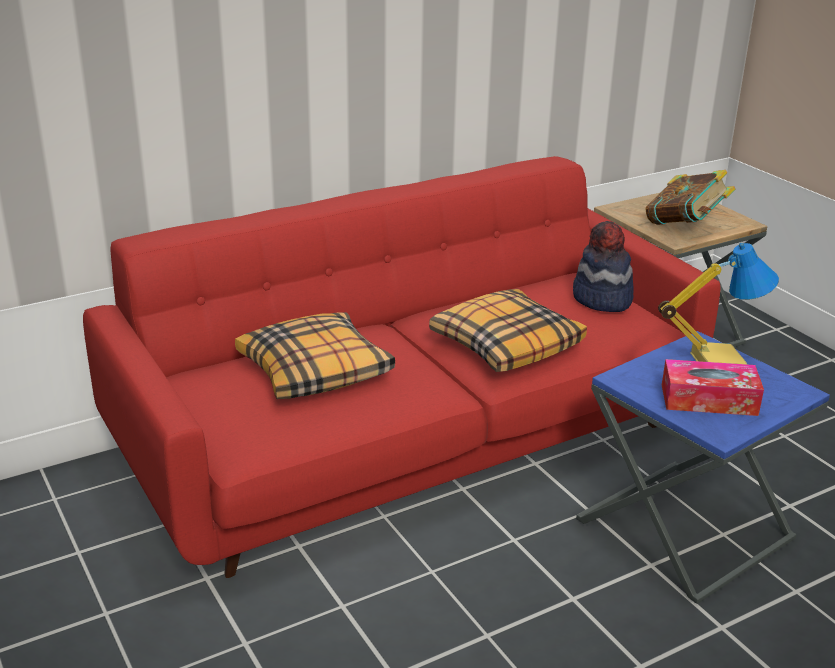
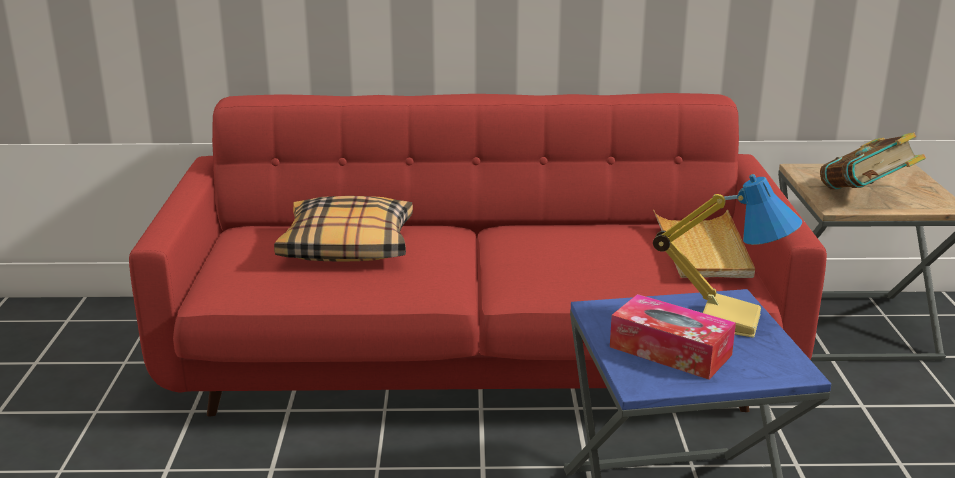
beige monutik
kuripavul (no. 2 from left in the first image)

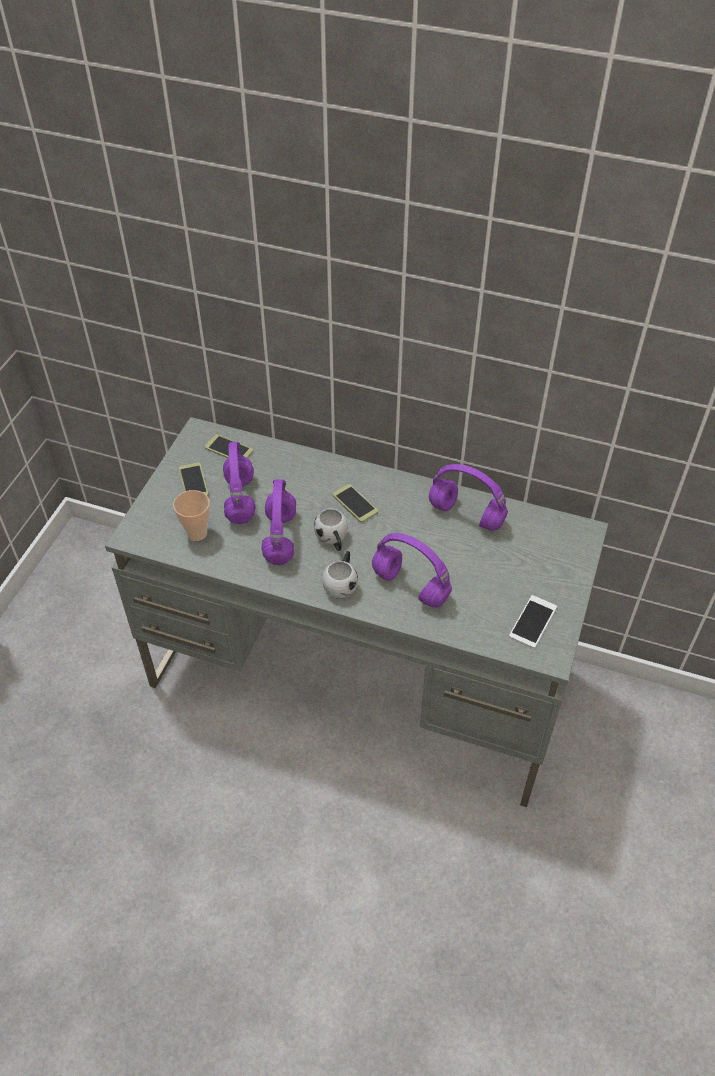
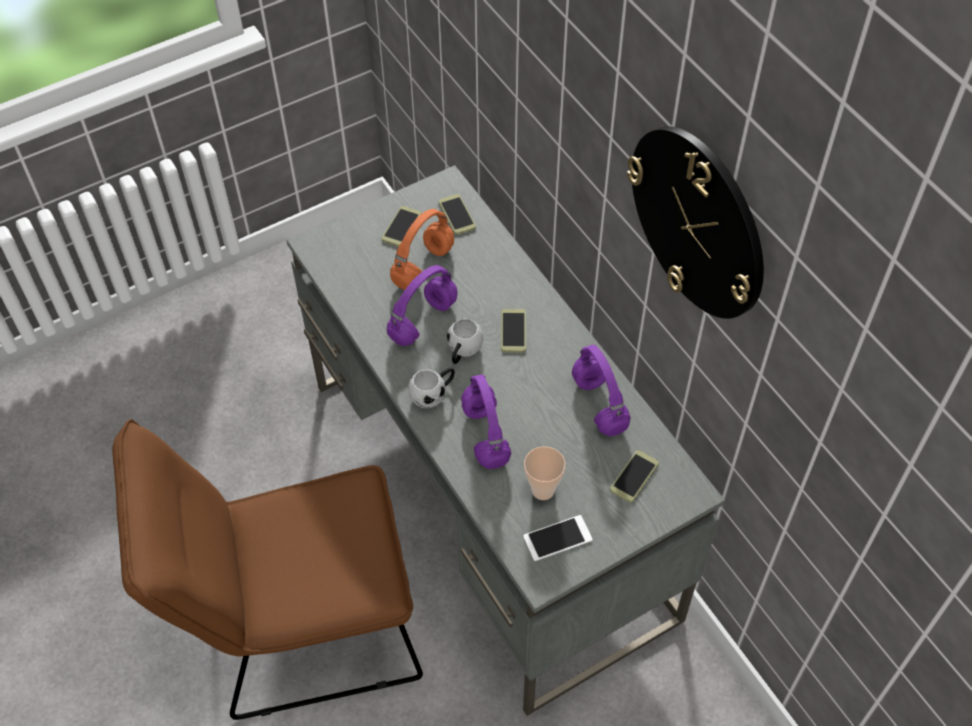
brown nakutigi
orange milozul
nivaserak
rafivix (no. 5 from left)
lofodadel

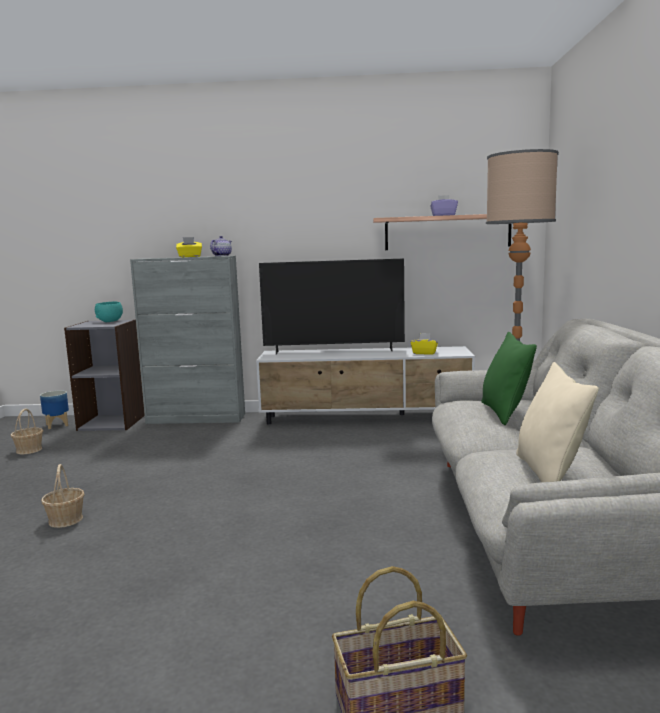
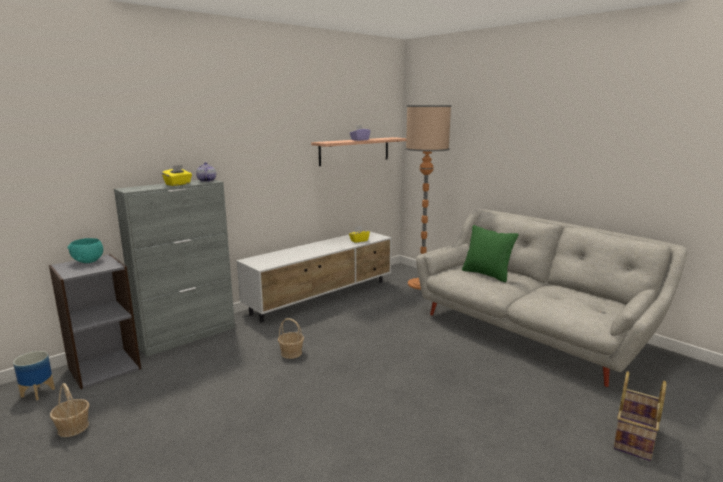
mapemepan (no. 2 from left)
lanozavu
beige kuripavul

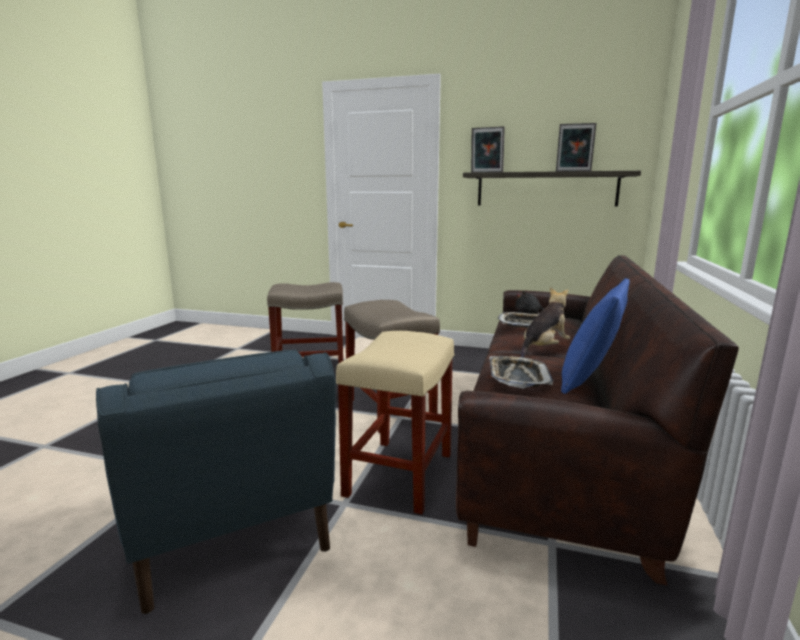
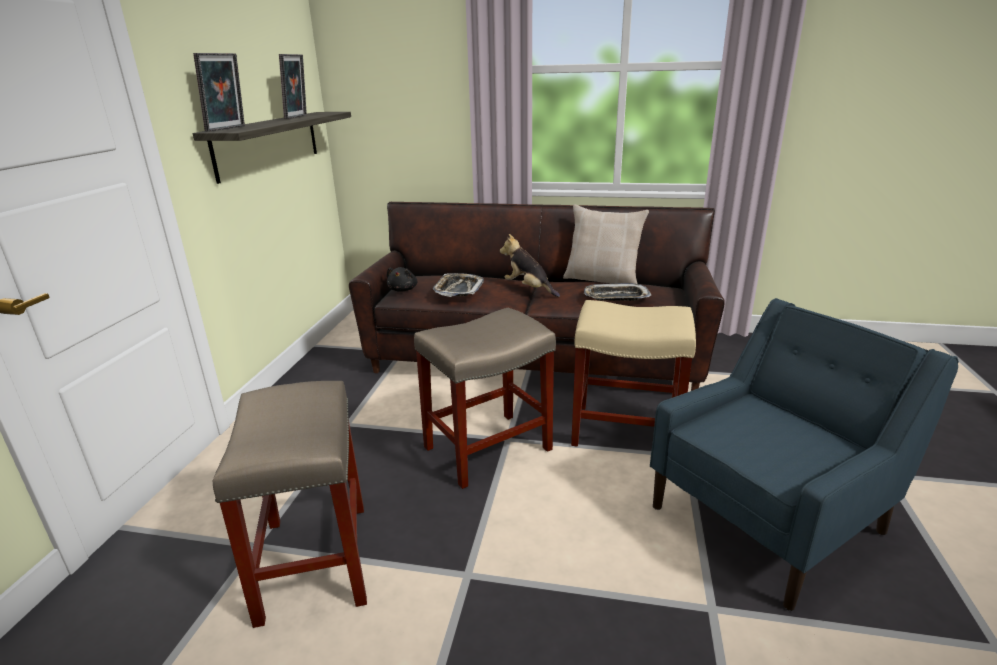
beige kuripavul

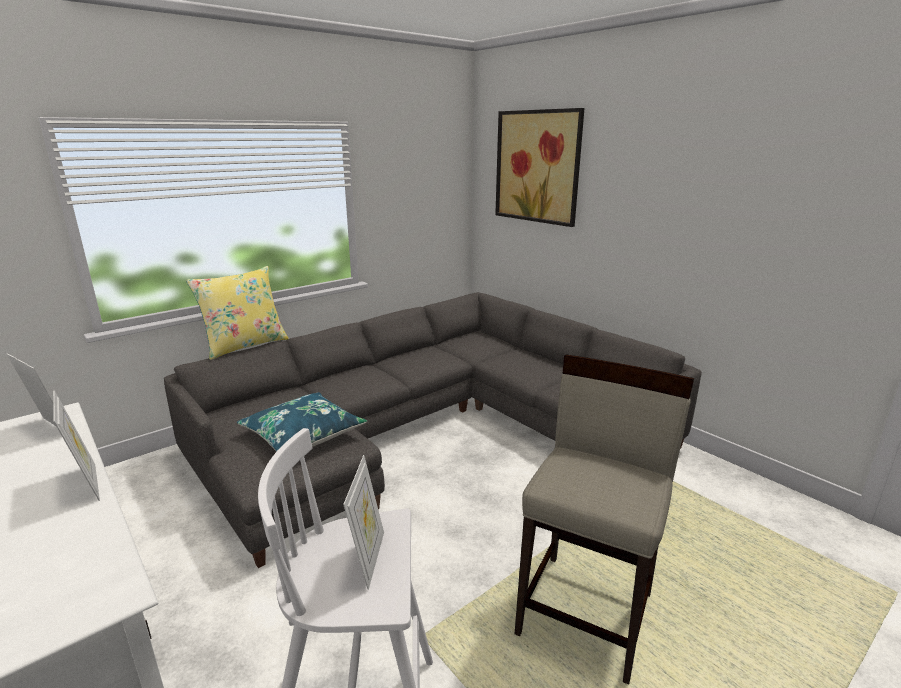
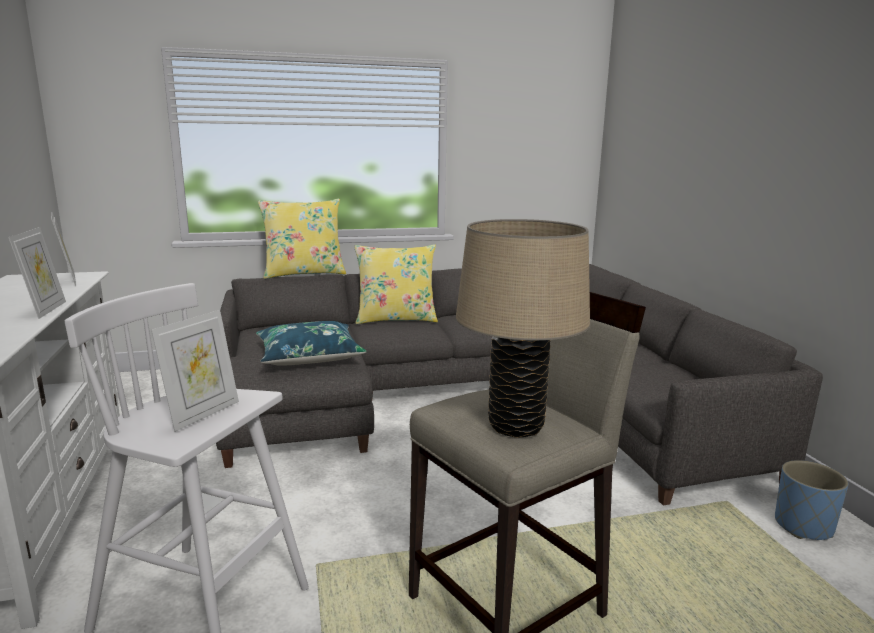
yellow kuripavul (no. 2 from left)
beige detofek
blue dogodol
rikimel

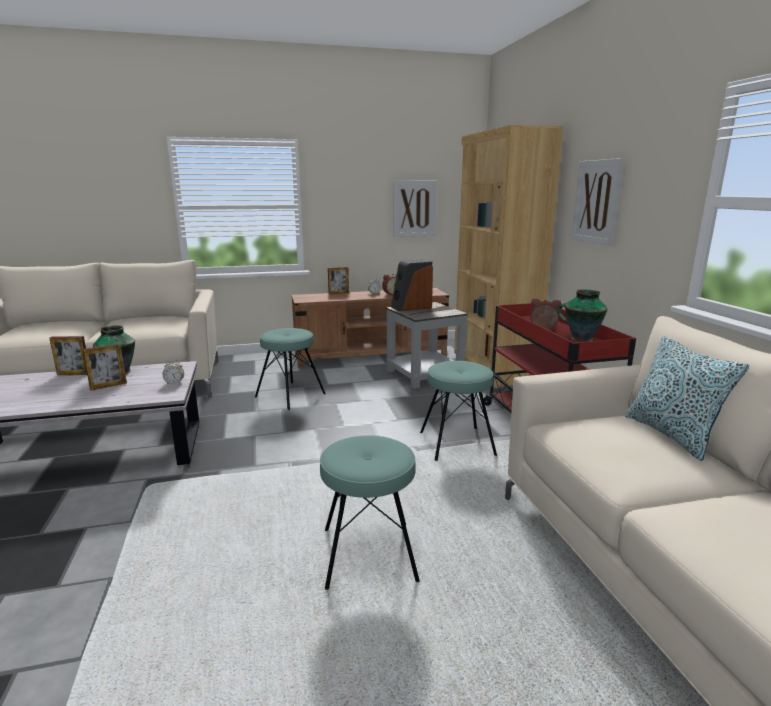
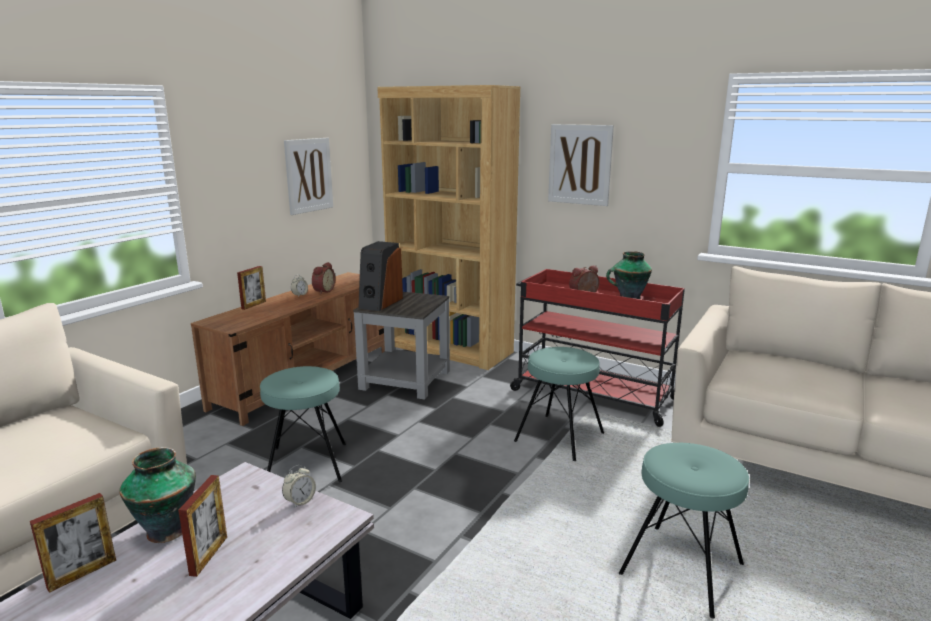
kuripavul

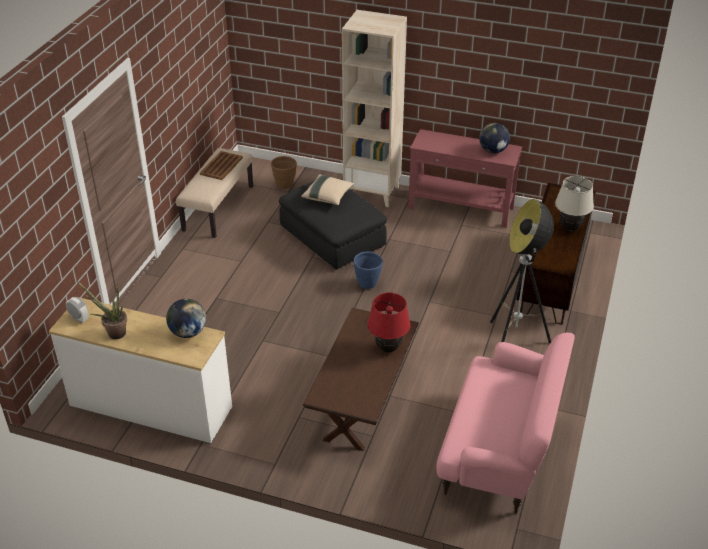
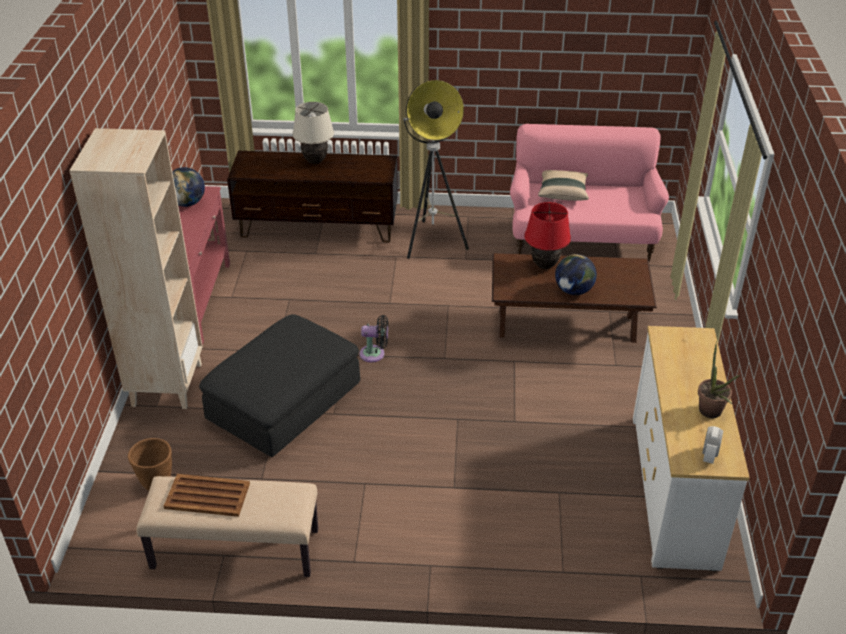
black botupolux
beige kuripavul
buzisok (no. 2 from left)

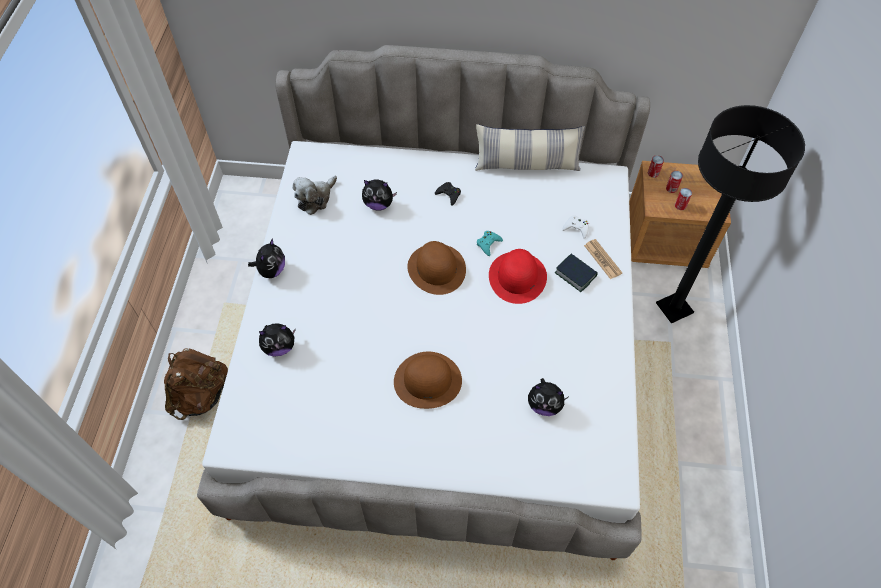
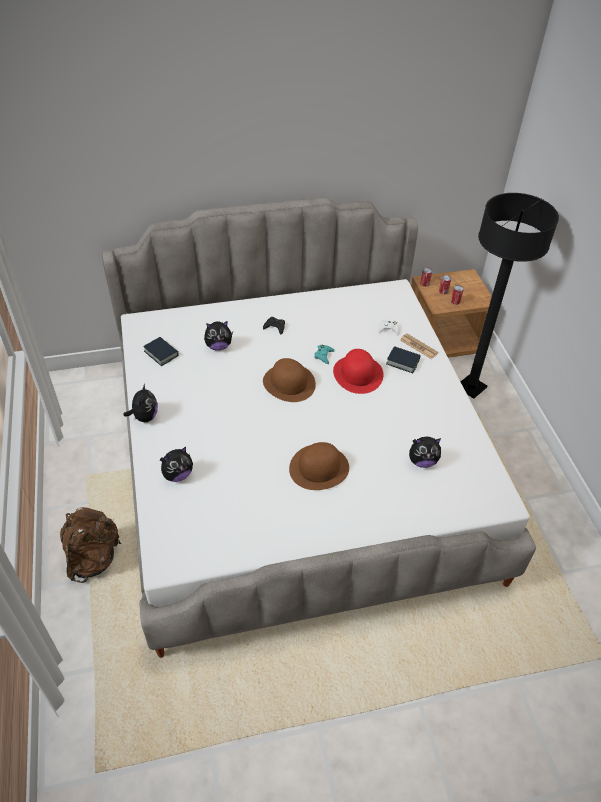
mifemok (no. 1 from left)
kuripavul

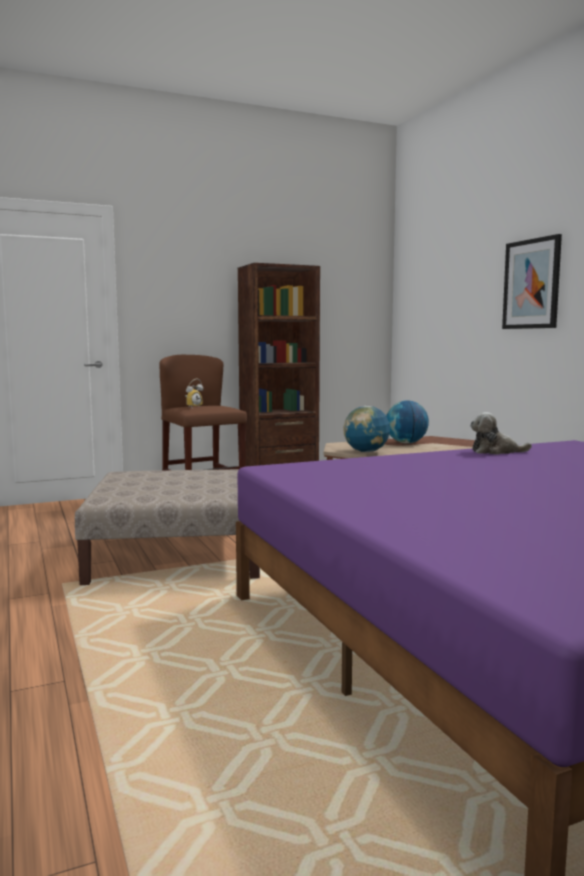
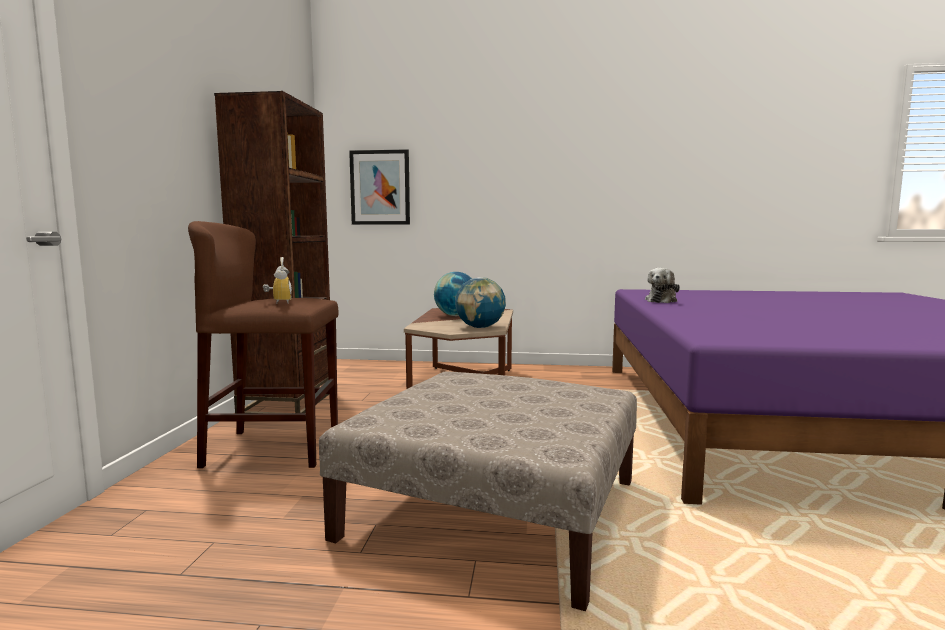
rikimel

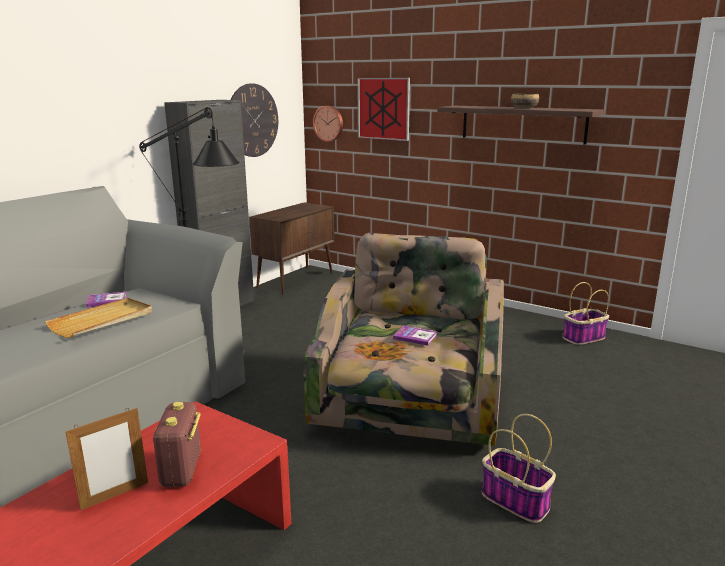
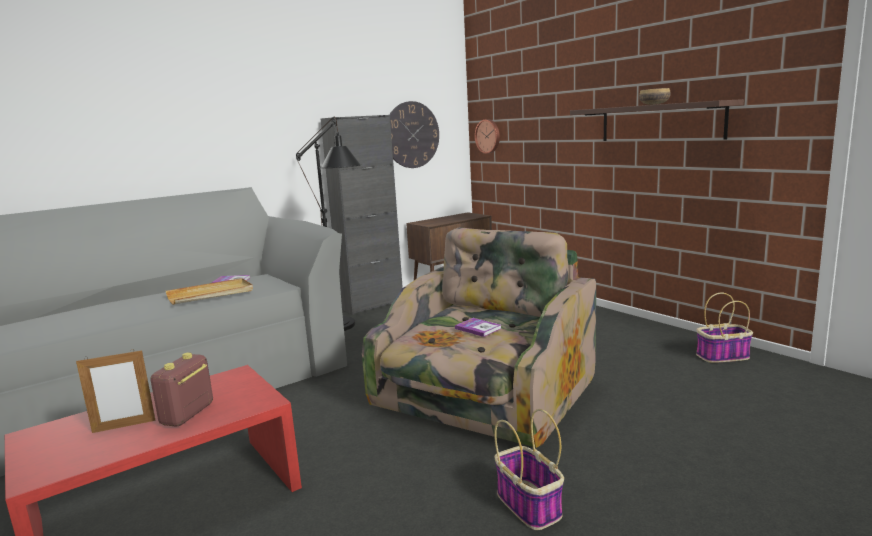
rikimel

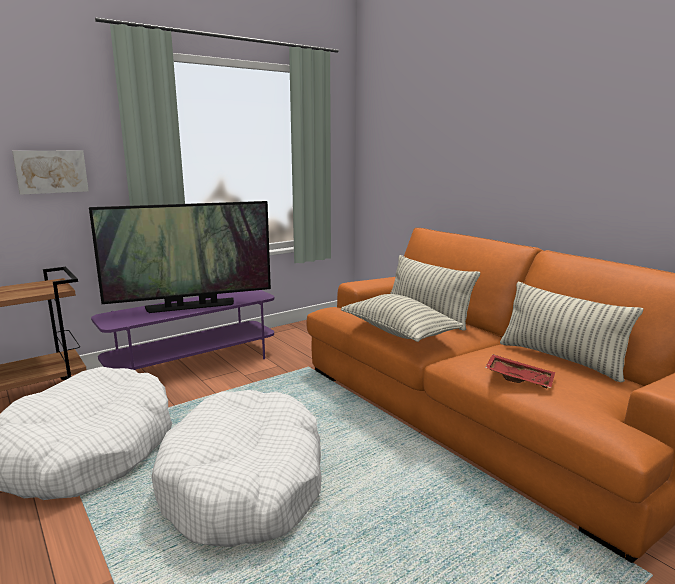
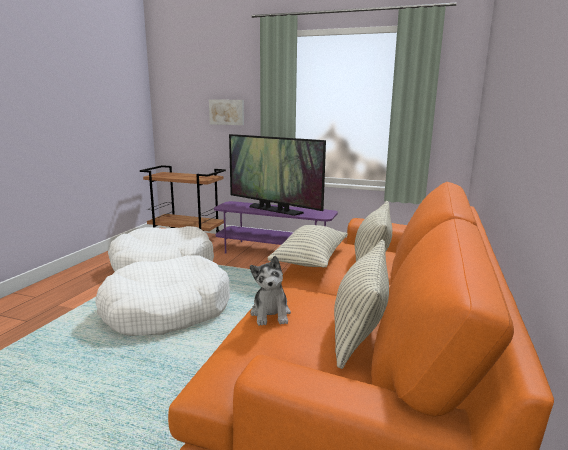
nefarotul

